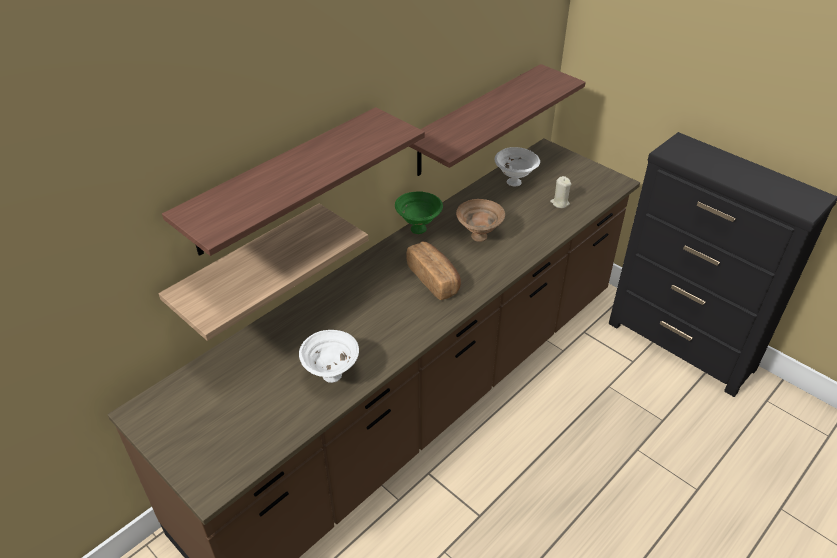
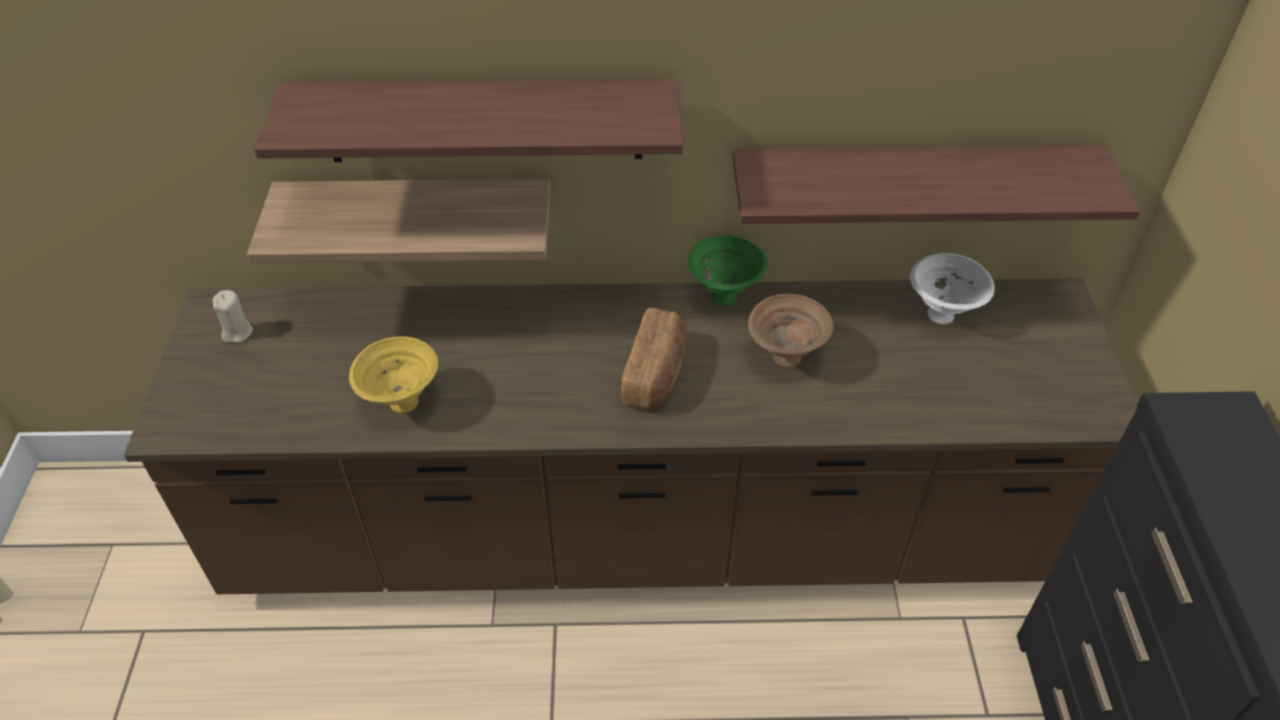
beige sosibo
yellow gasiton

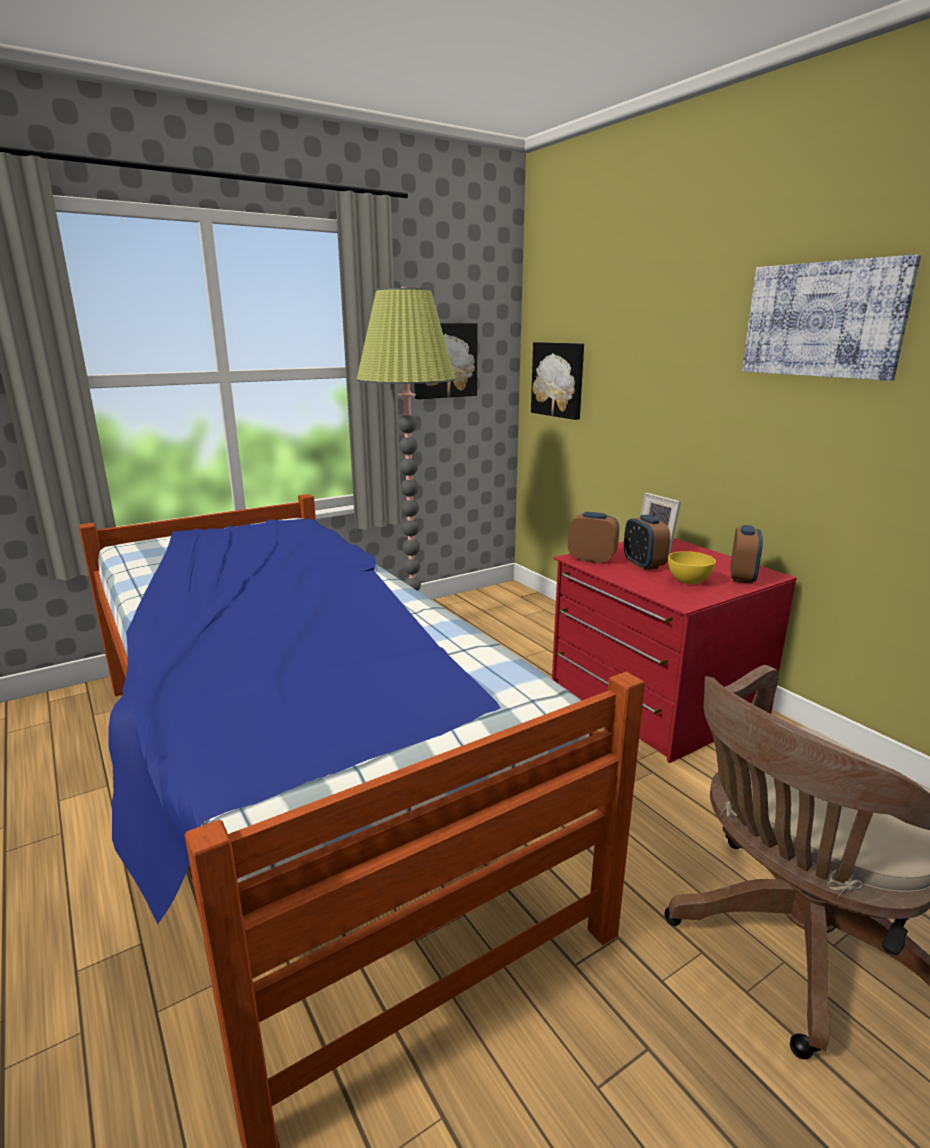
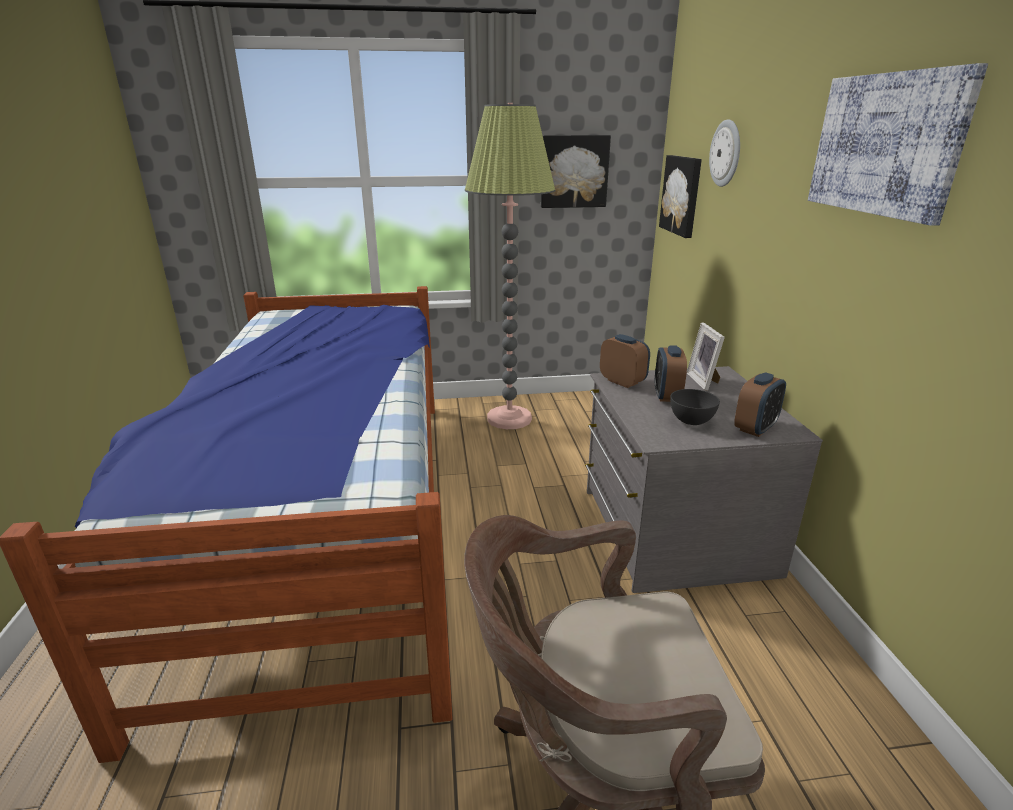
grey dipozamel
grey gasiton
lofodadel

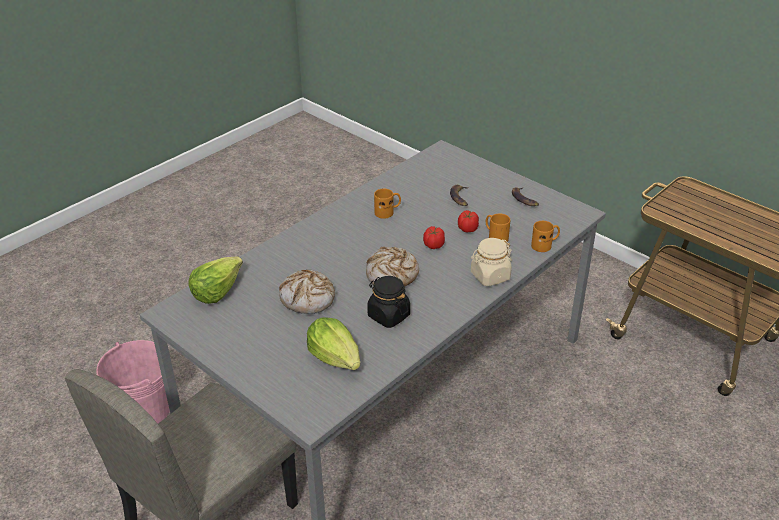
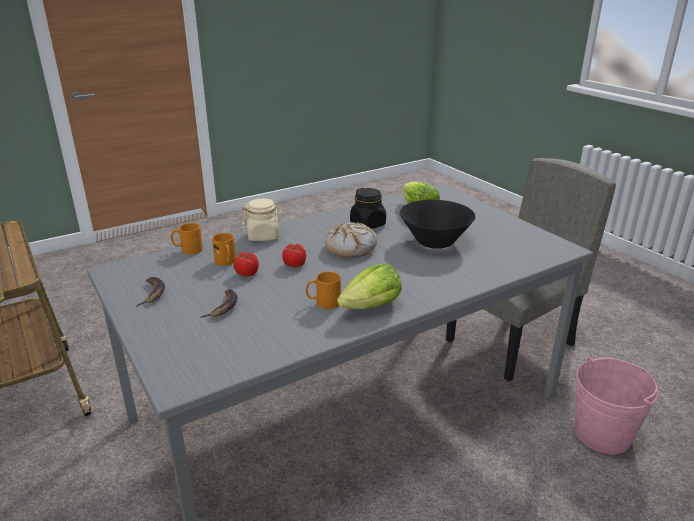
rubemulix (no. 1 from left)
black gasiton

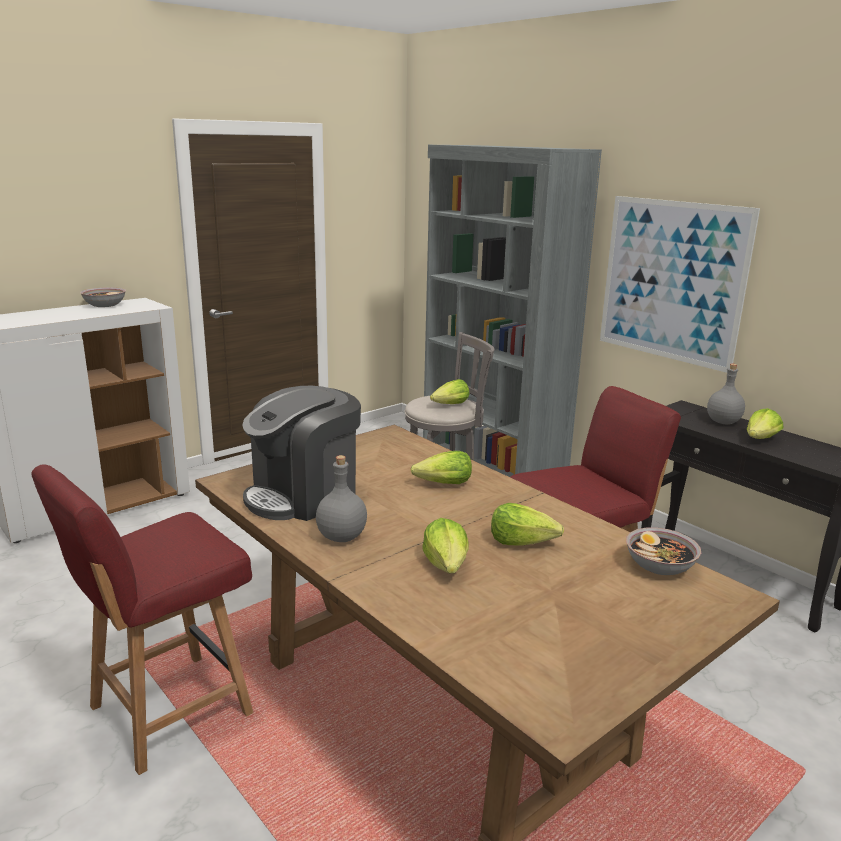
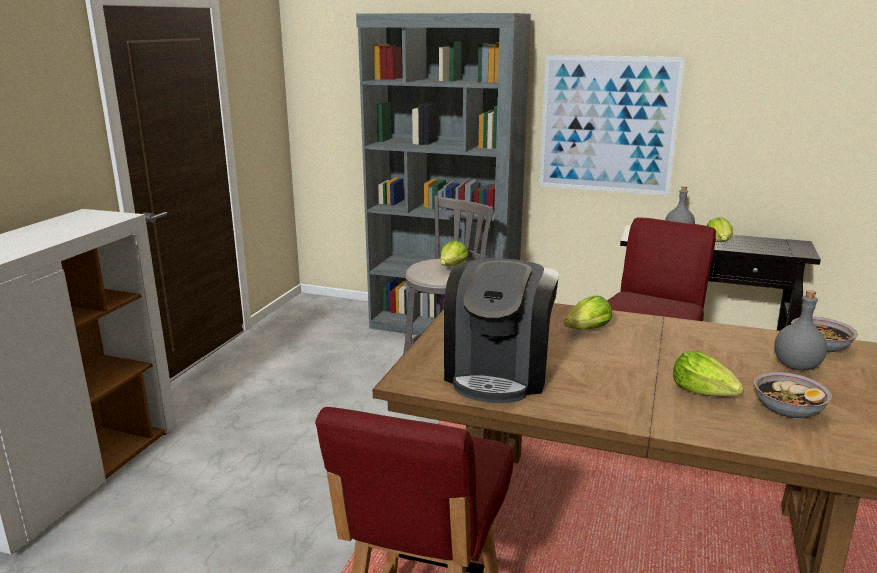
gasiton (no. 1 from left)
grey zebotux (no. 2 from left)
rubemulix (no. 4 from left in the first image)

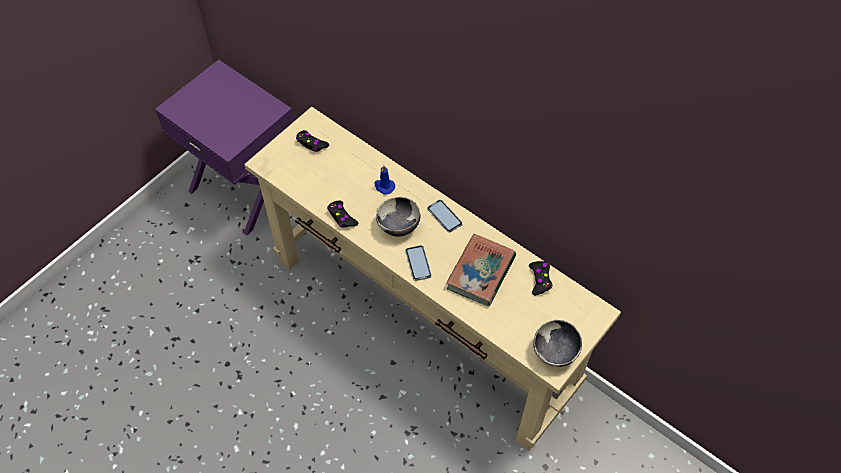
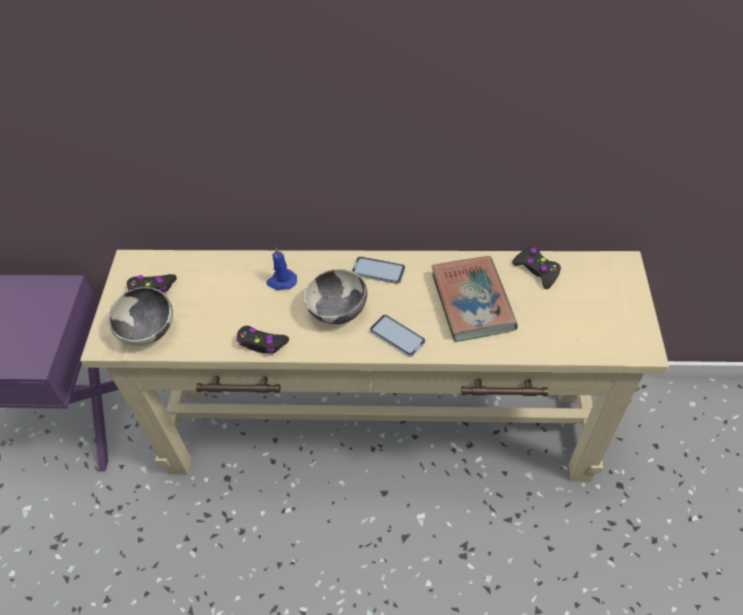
gasiton (no. 1 from left)

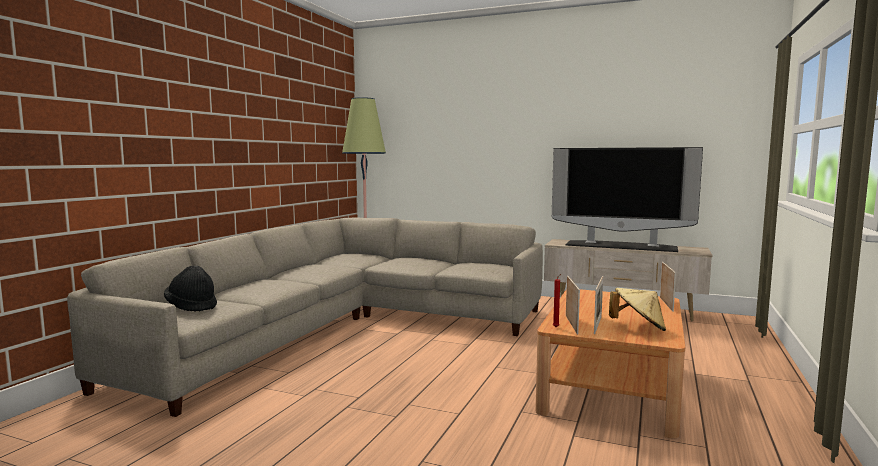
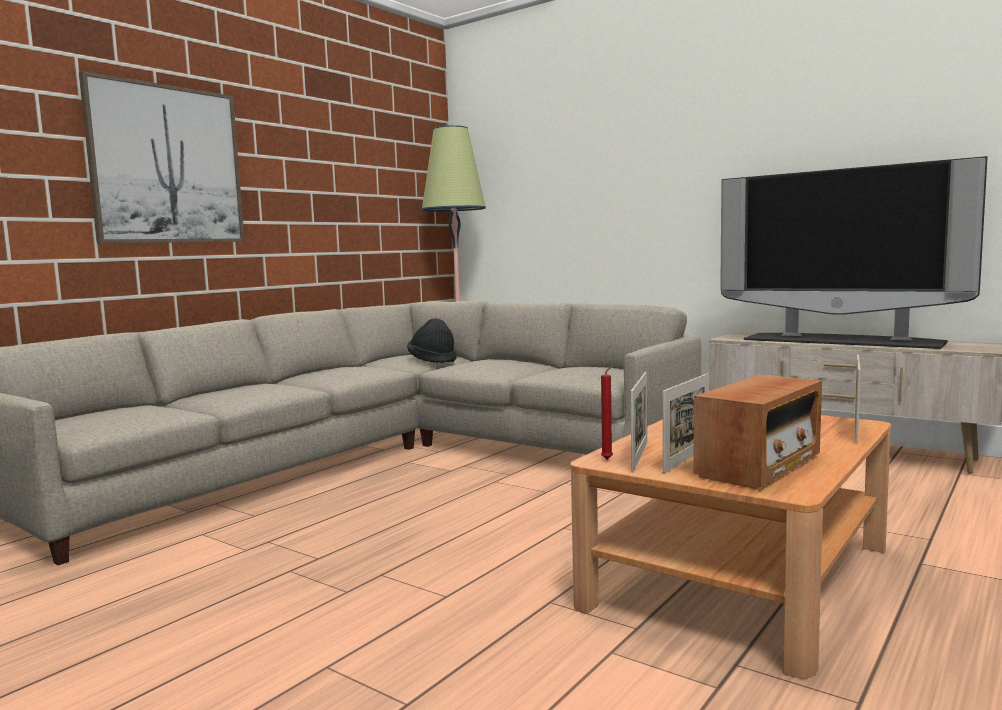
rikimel
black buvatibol
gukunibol

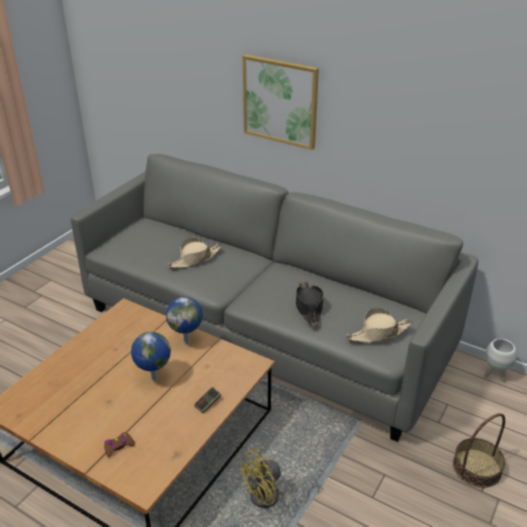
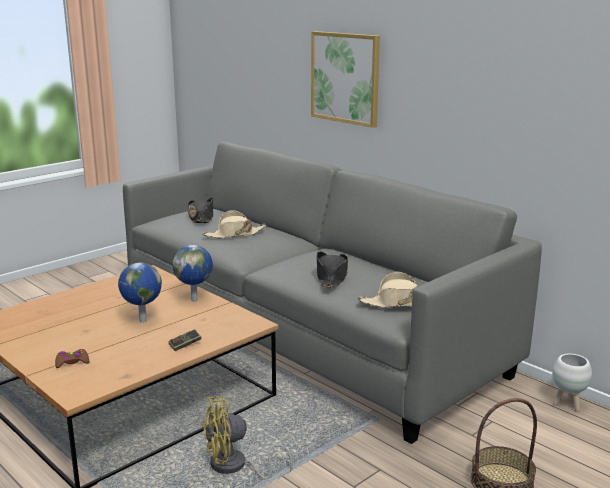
black buvatibol (no. 1 from left)

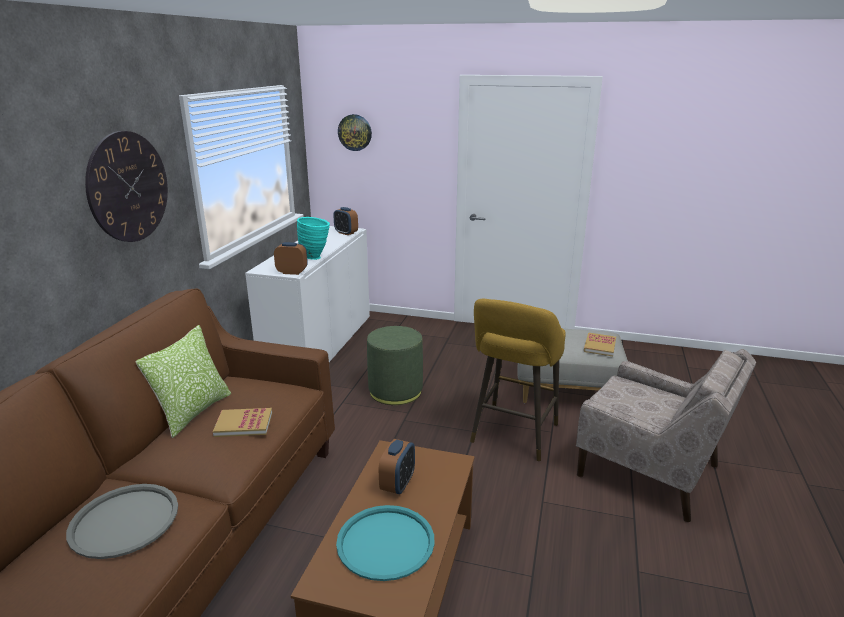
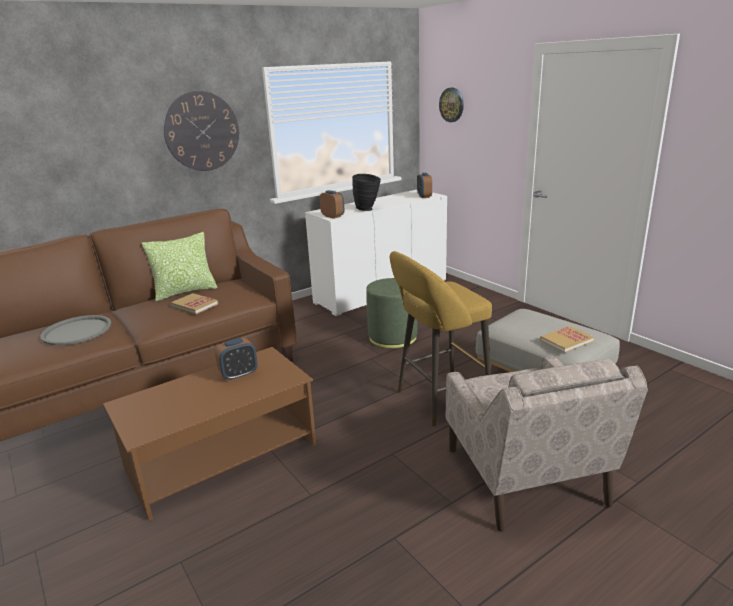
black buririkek
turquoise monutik

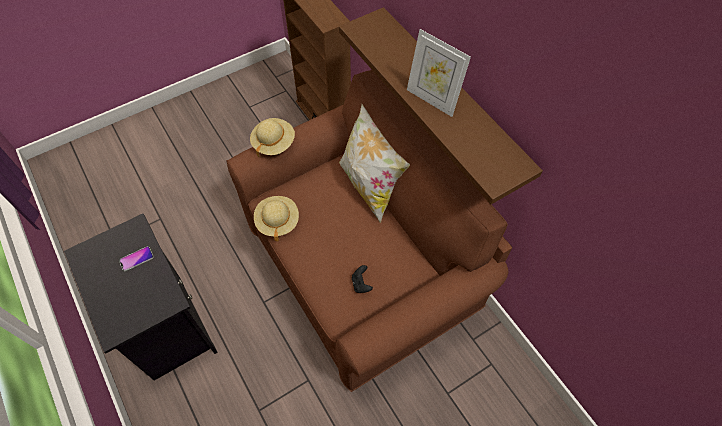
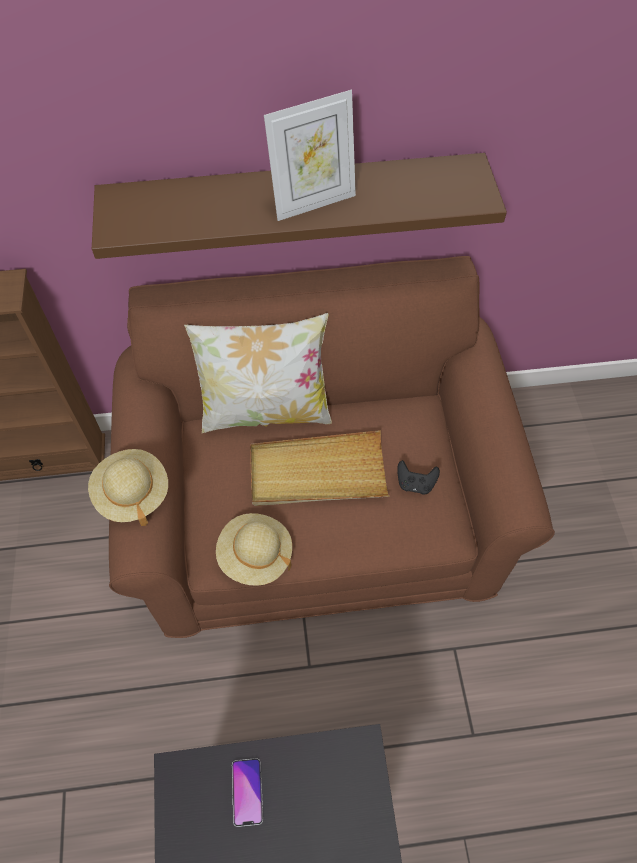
beige monutik

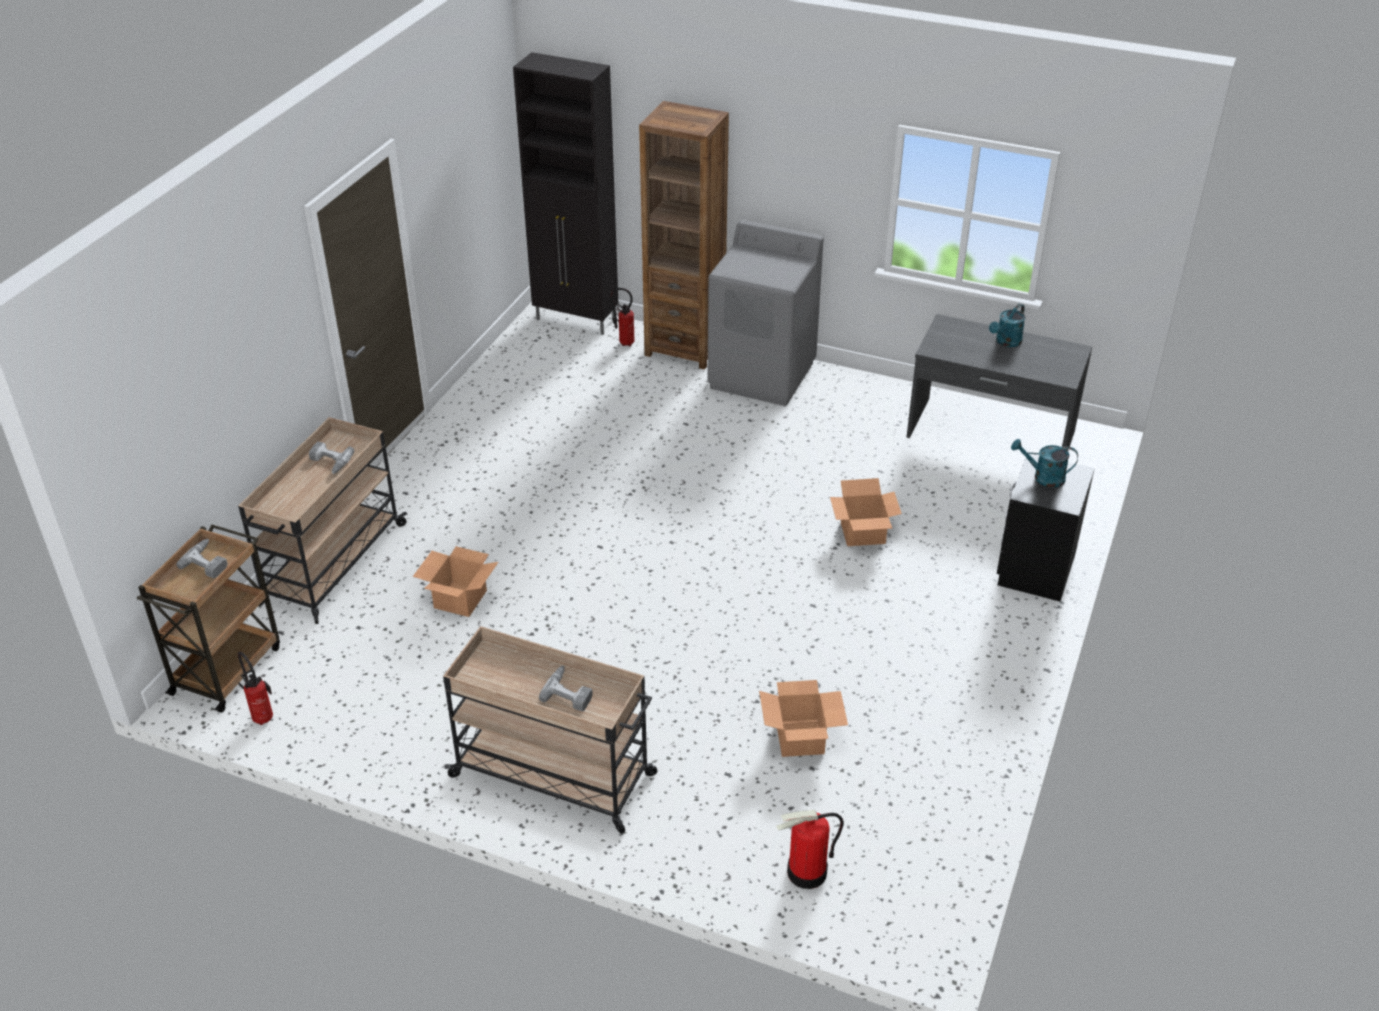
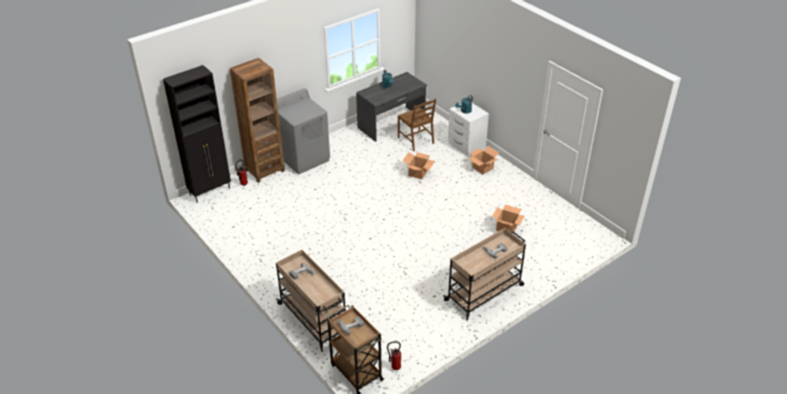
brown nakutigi
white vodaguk
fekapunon (no. 2 from left)
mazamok (no. 3 from left in the first image)

